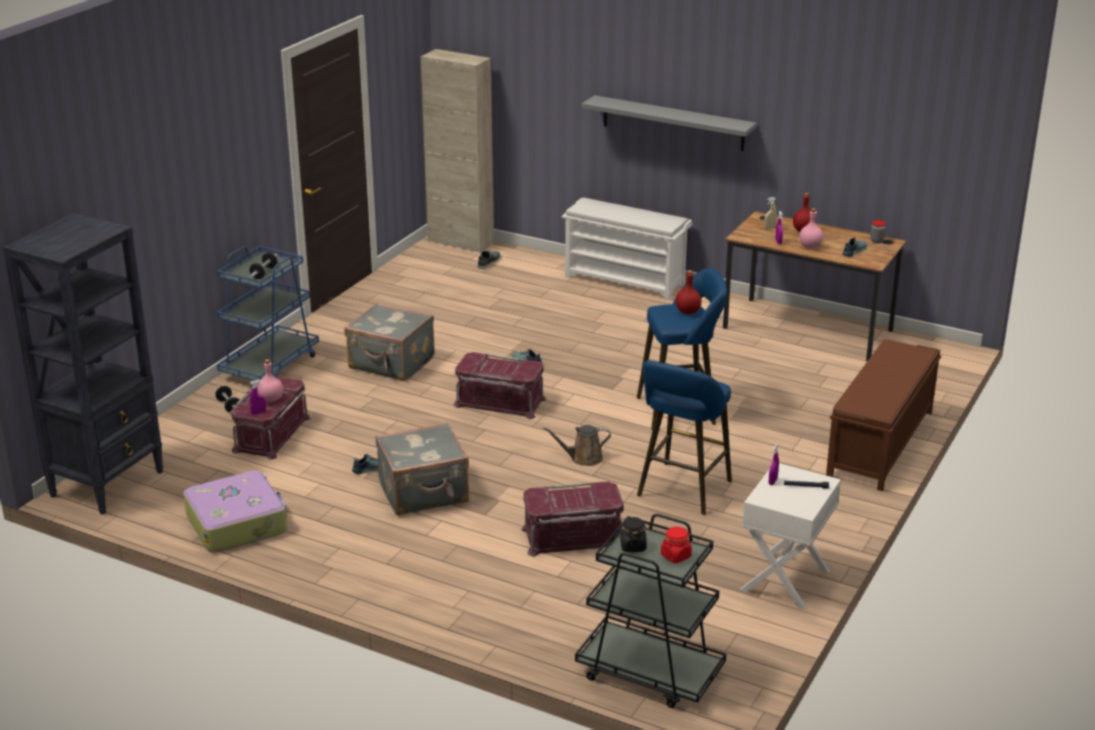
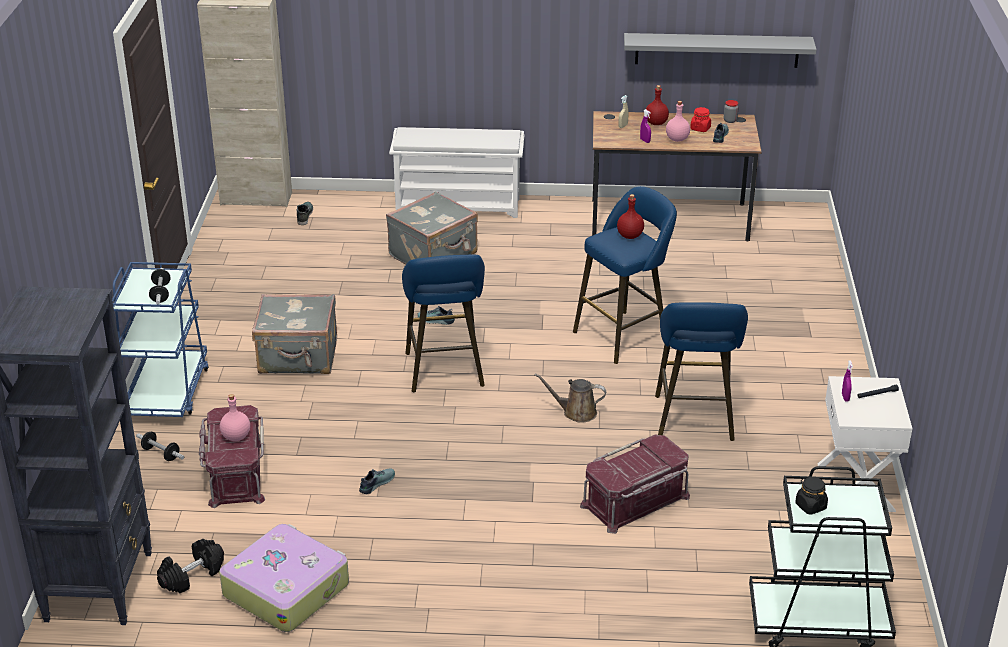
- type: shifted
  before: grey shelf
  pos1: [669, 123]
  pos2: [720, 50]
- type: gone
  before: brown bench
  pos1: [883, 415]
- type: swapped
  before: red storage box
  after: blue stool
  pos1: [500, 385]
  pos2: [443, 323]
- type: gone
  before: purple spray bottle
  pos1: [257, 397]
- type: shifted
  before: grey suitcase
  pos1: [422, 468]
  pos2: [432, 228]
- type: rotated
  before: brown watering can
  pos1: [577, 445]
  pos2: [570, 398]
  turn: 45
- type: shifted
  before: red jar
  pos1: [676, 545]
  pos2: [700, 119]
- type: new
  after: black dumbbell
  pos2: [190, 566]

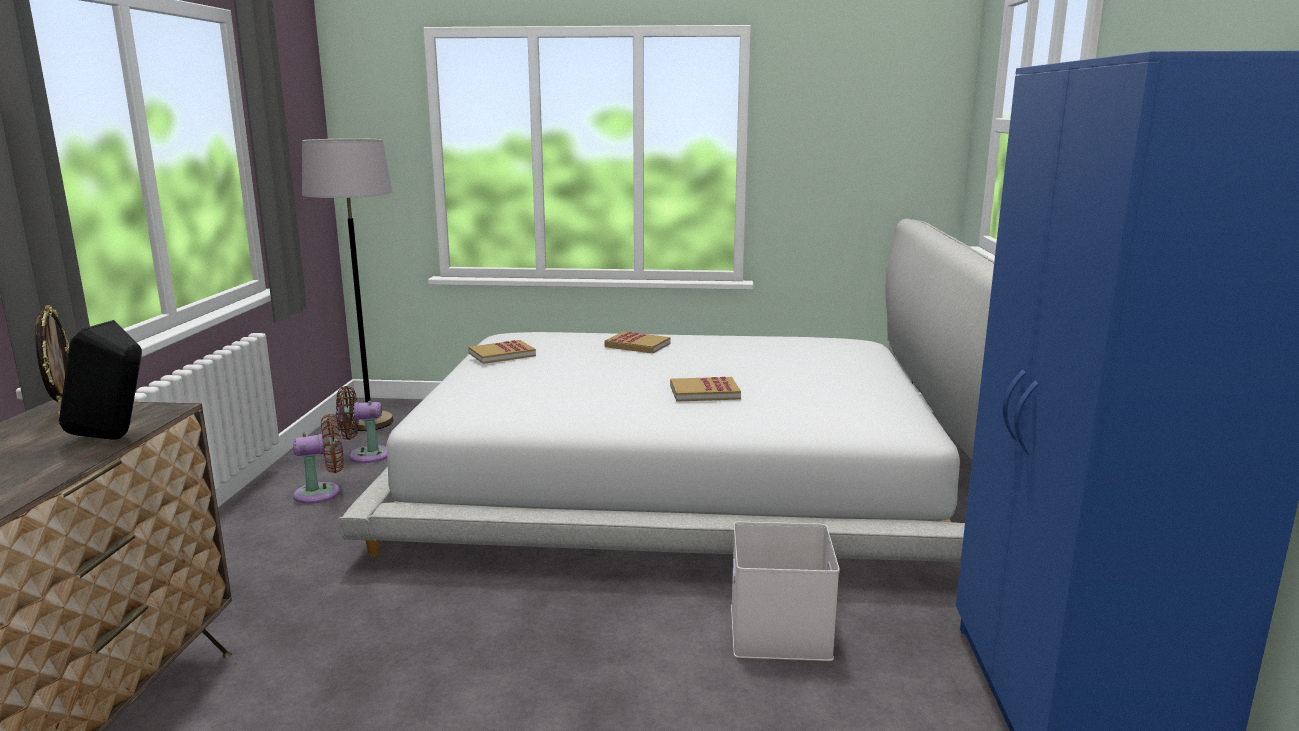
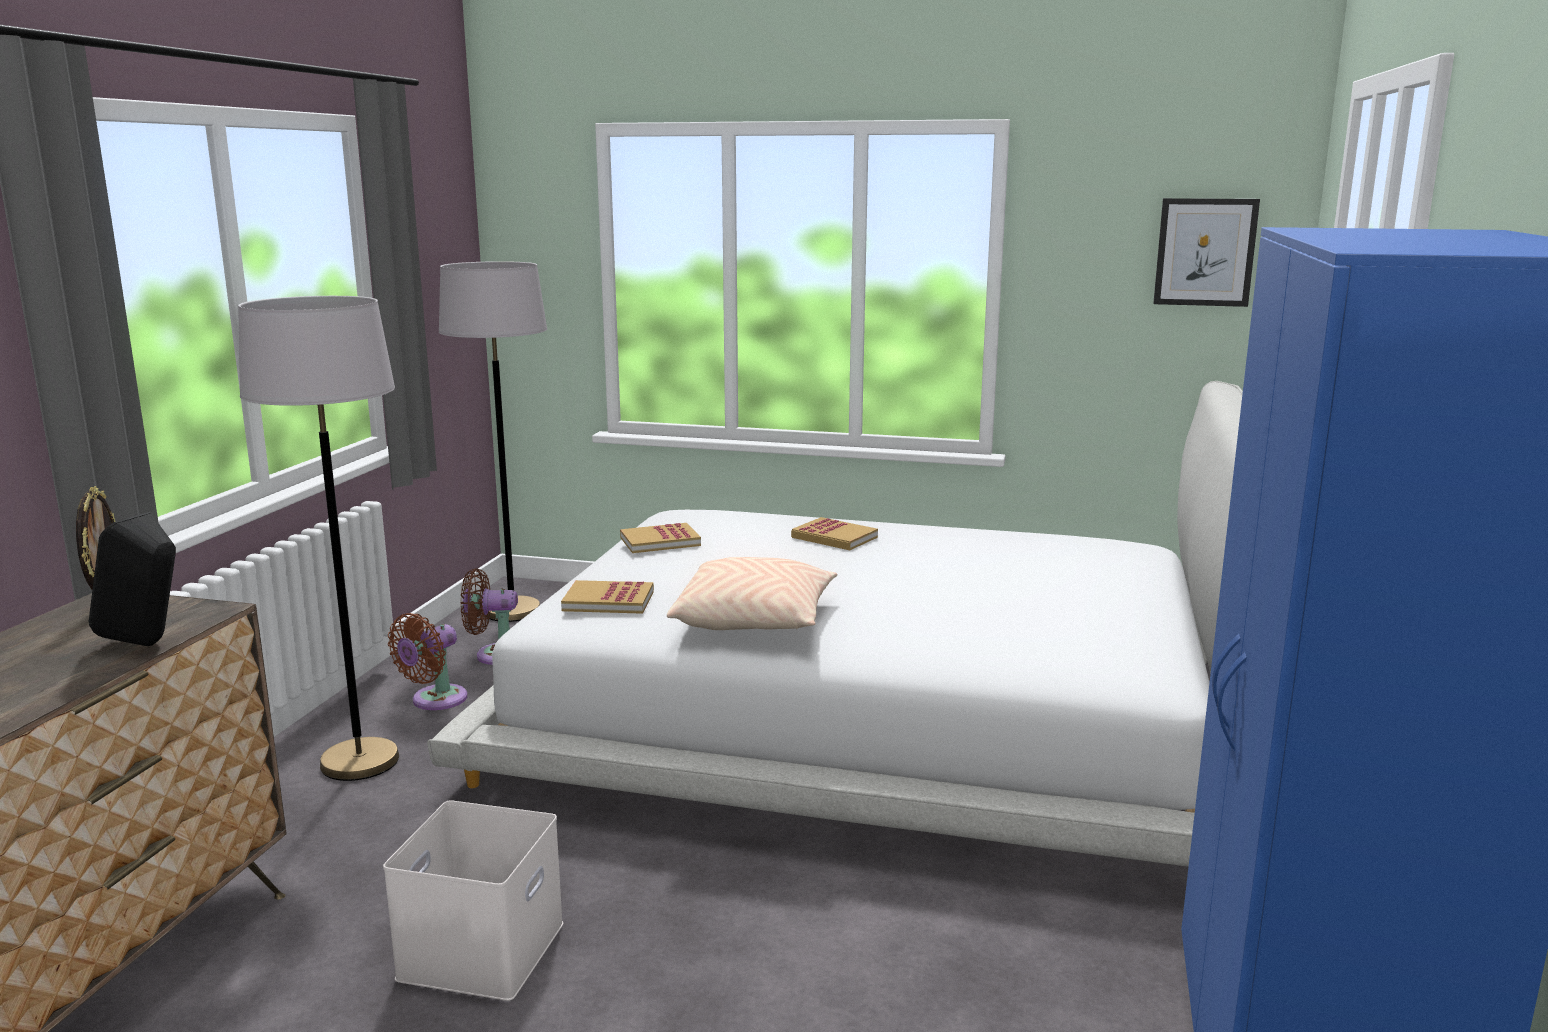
- type: shifted
  before: book
  pos1: [705, 389]
  pos2: [607, 597]
- type: rotated
  before: brown fan
  pos1: [318, 459]
  pos2: [427, 661]
  turn: 135
- type: shifted
  before: white storage box
  pos1: [785, 591]
  pos2: [473, 900]
- type: new
  after: picture
  pos2: [1206, 252]
- type: new
  after: grey floor lamp
  pos2: [318, 538]
- type: new
  after: beige pillow
  pos2: [752, 593]

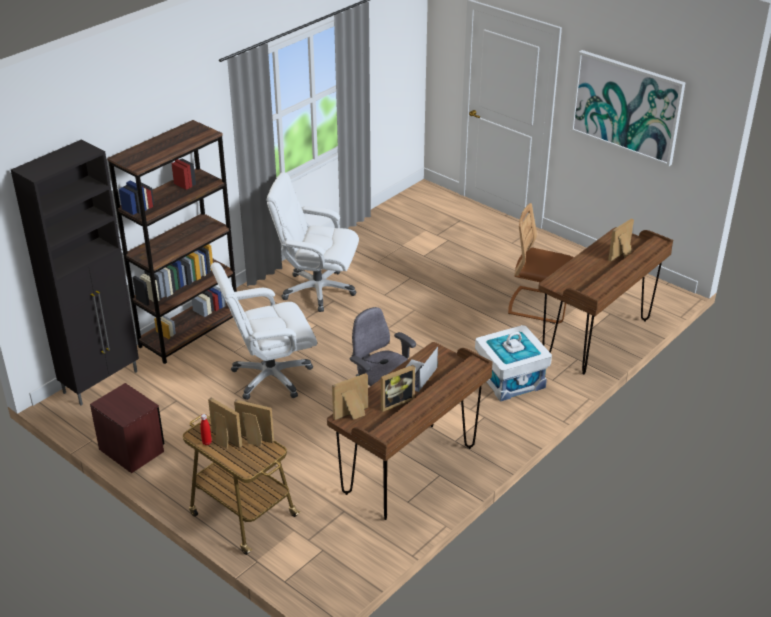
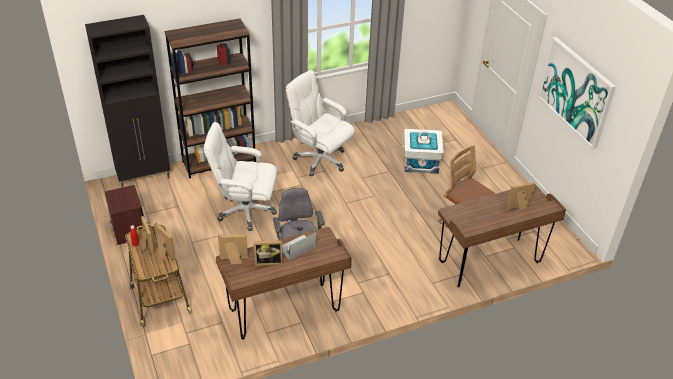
- type: shifted
  before: white storage box
  pos1: [513, 363]
  pos2: [424, 151]

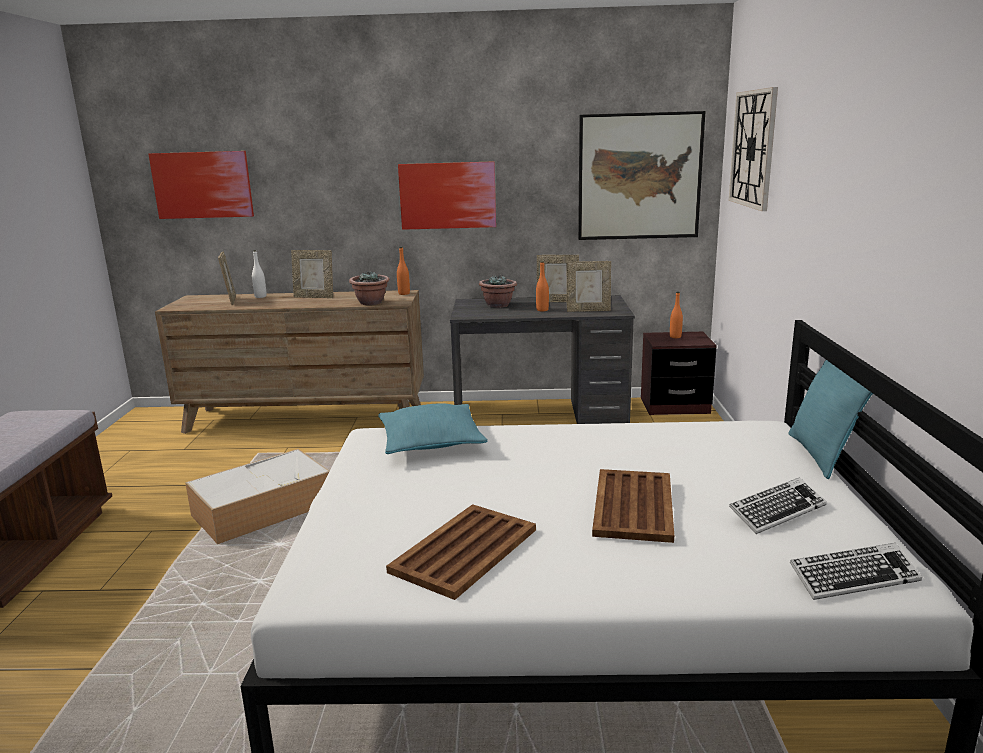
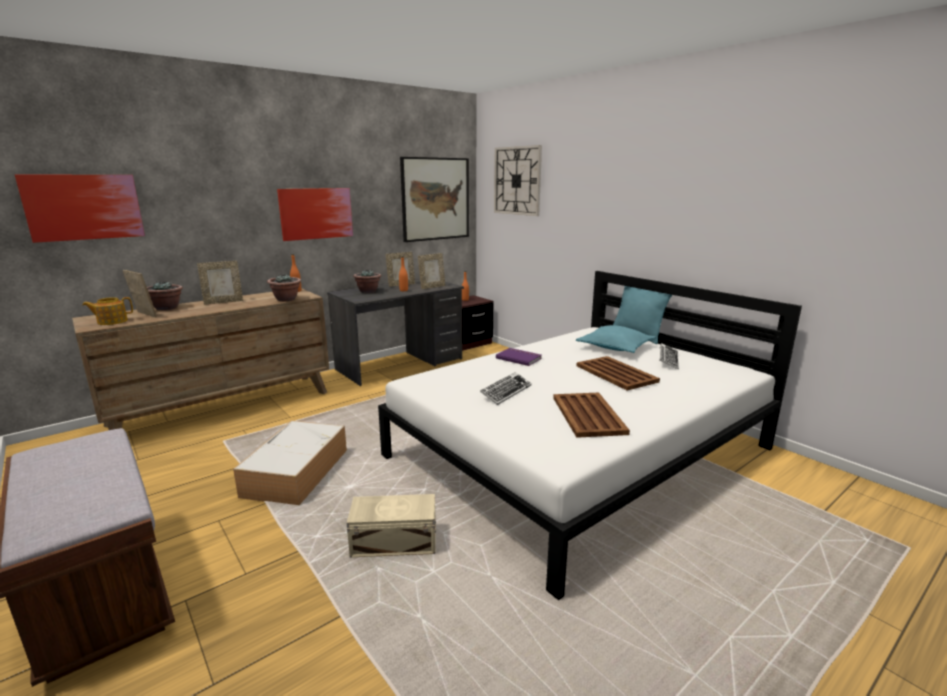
- type: swapped
  before: white bottle
  after: potted plant
  pos1: [259, 274]
  pos2: [165, 295]
- type: shifted
  before: turquoise pillow
  pos1: [433, 428]
  pos2: [616, 339]
- type: shifted
  before: keyboard
  pos1: [856, 571]
  pos2: [506, 388]
- type: new
  after: teapot
  pos2: [108, 311]
- type: new
  after: purple book
  pos2: [519, 357]
- type: new
  after: beige storage box
  pos2: [391, 525]

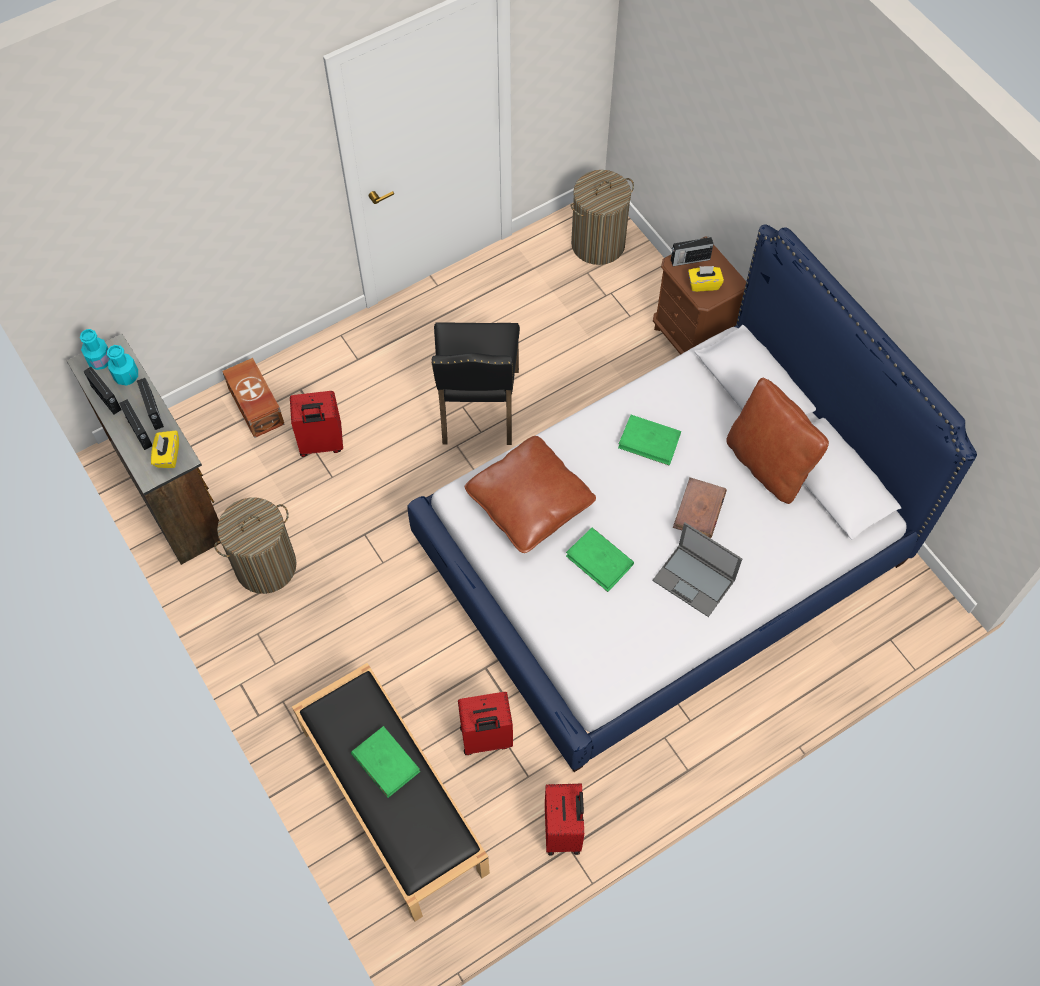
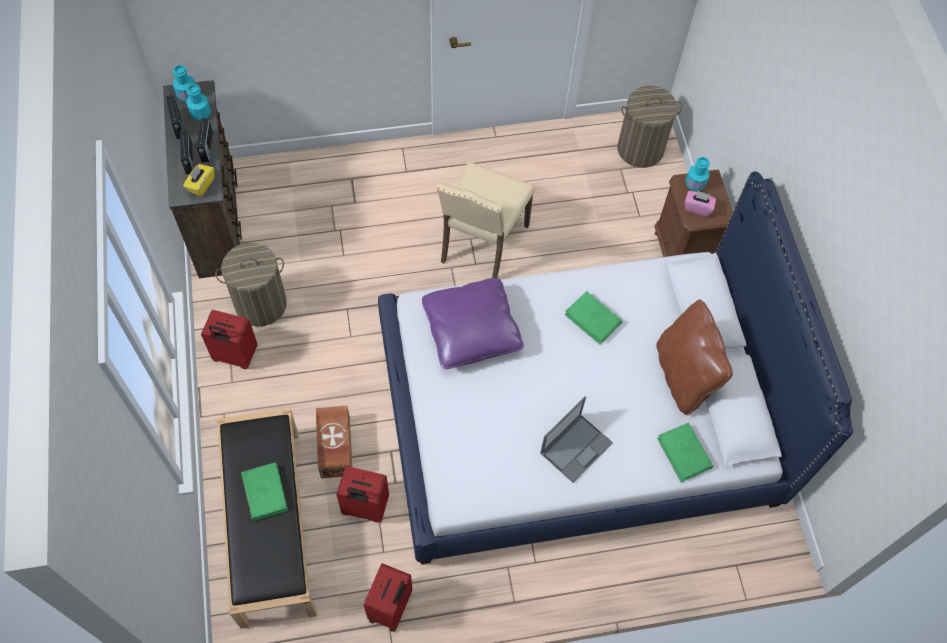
- type: swapped
  before: radio
  after: turquoise bottle
  pos1: [692, 251]
  pos2: [697, 174]
- type: repainted
  before: yellow tissue box
  after: pink tissue box
  pos1: [706, 279]
  pos2: [700, 203]
- type: repainted
  before: black chair
  after: beige chair
  pos1: [475, 383]
  pos2: [485, 220]
- type: shifted
  before: brown storage box
  pos1: [253, 398]
  pos2: [334, 442]
- type: shifted
  before: red suitcase
  pos1: [316, 424]
  pos2: [229, 339]
- type: repainted
  before: brown pillow
  after: purple pillow
  pos1: [530, 494]
  pos2: [473, 323]
- type: gone
  before: brown book
  pos1: [700, 507]
- type: rotated
  before: laptop
  pos1: [697, 570]
  pos2: [576, 440]
  turn: -105
- type: shifted
  before: green book
  pos1: [600, 560]
  pos2: [685, 453]

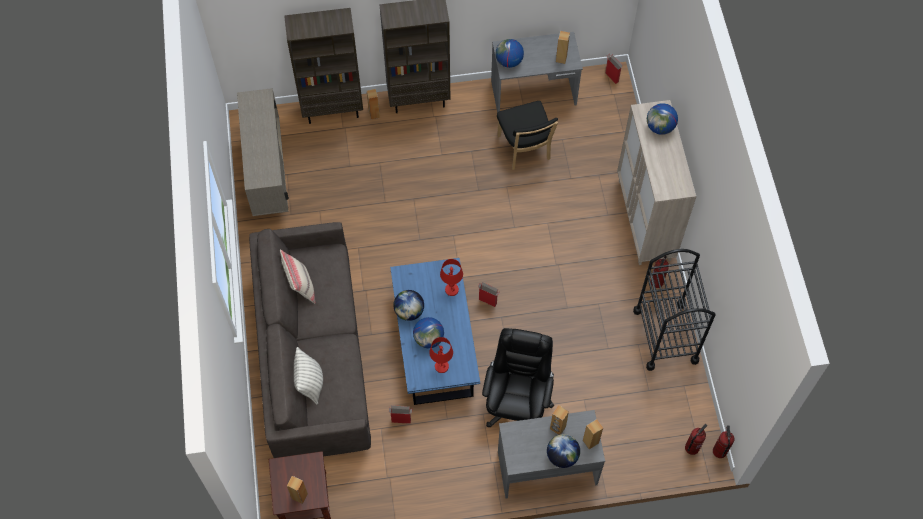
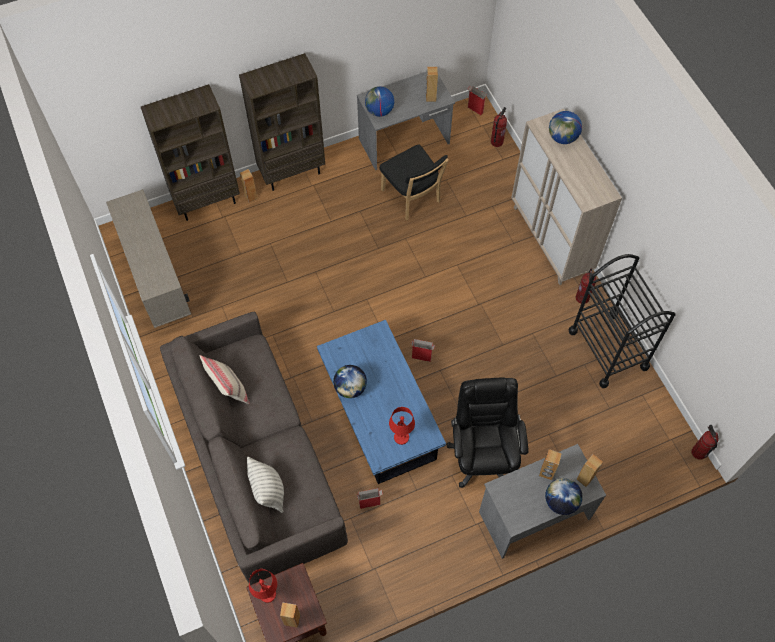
- type: shifted
  before: red table lamp
  pos1: [451, 277]
  pos2: [263, 586]
- type: gone
  before: globe
  pos1: [428, 332]
- type: shifted
  before: fire extinguisher
  pos1: [696, 439]
  pos2: [499, 127]

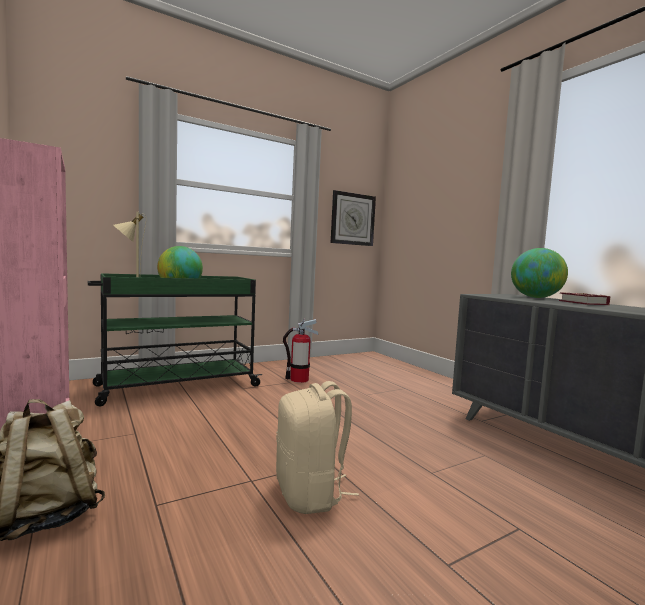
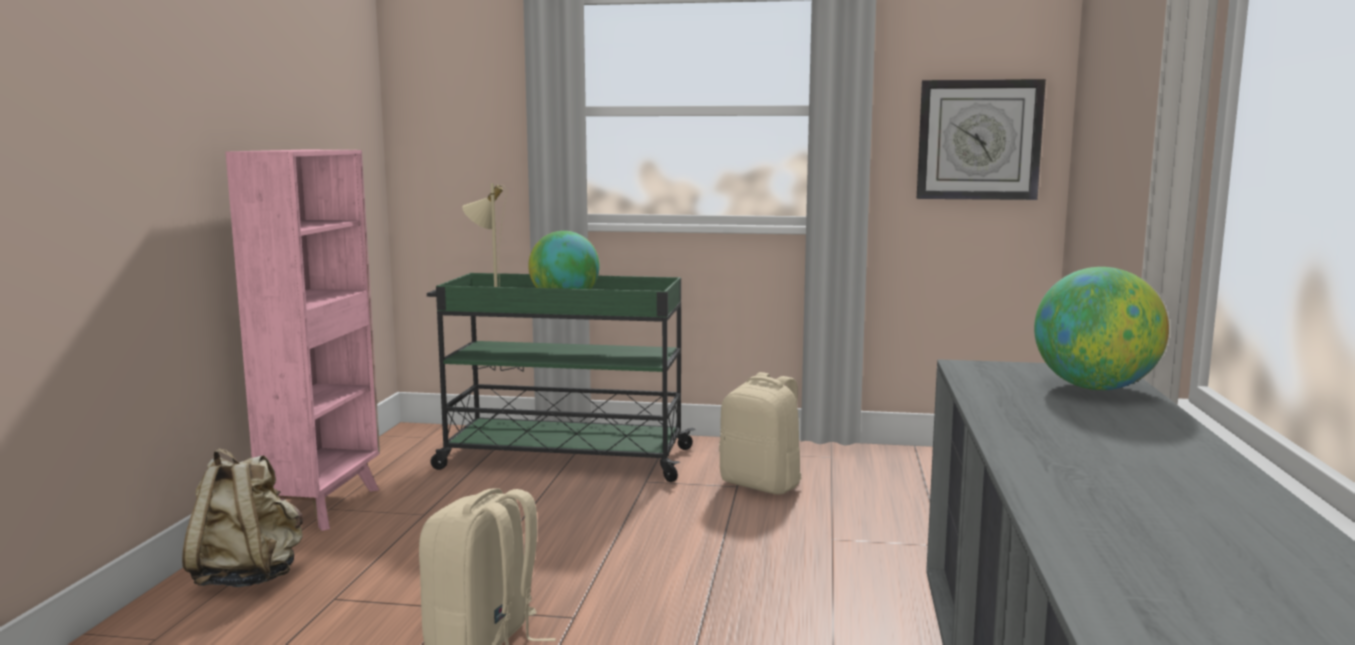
- type: gone
  before: book
  pos1: [585, 298]
- type: swapped
  before: fire extinguisher
  after: beige backpack
  pos1: [300, 351]
  pos2: [760, 433]

